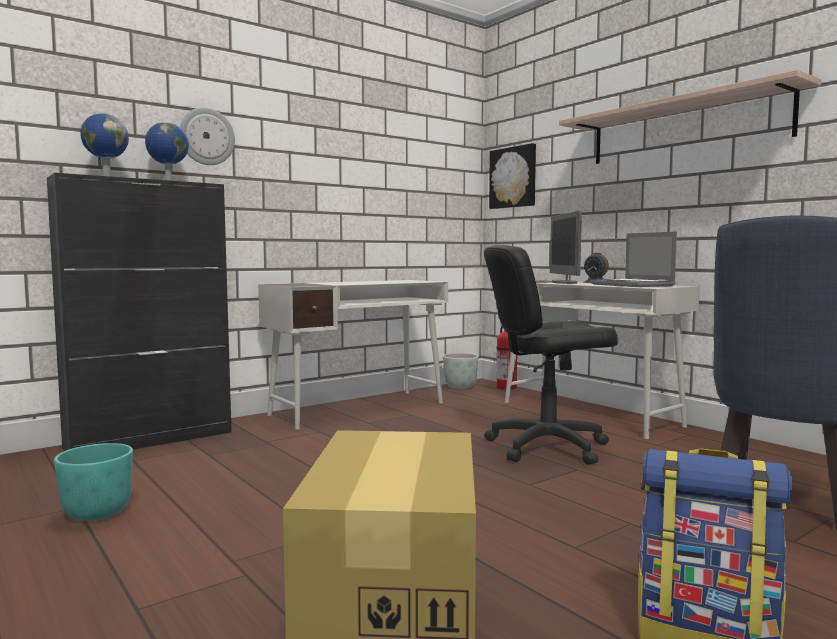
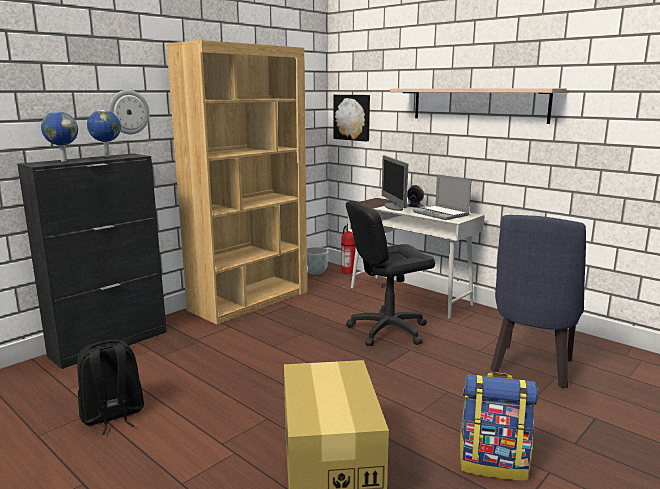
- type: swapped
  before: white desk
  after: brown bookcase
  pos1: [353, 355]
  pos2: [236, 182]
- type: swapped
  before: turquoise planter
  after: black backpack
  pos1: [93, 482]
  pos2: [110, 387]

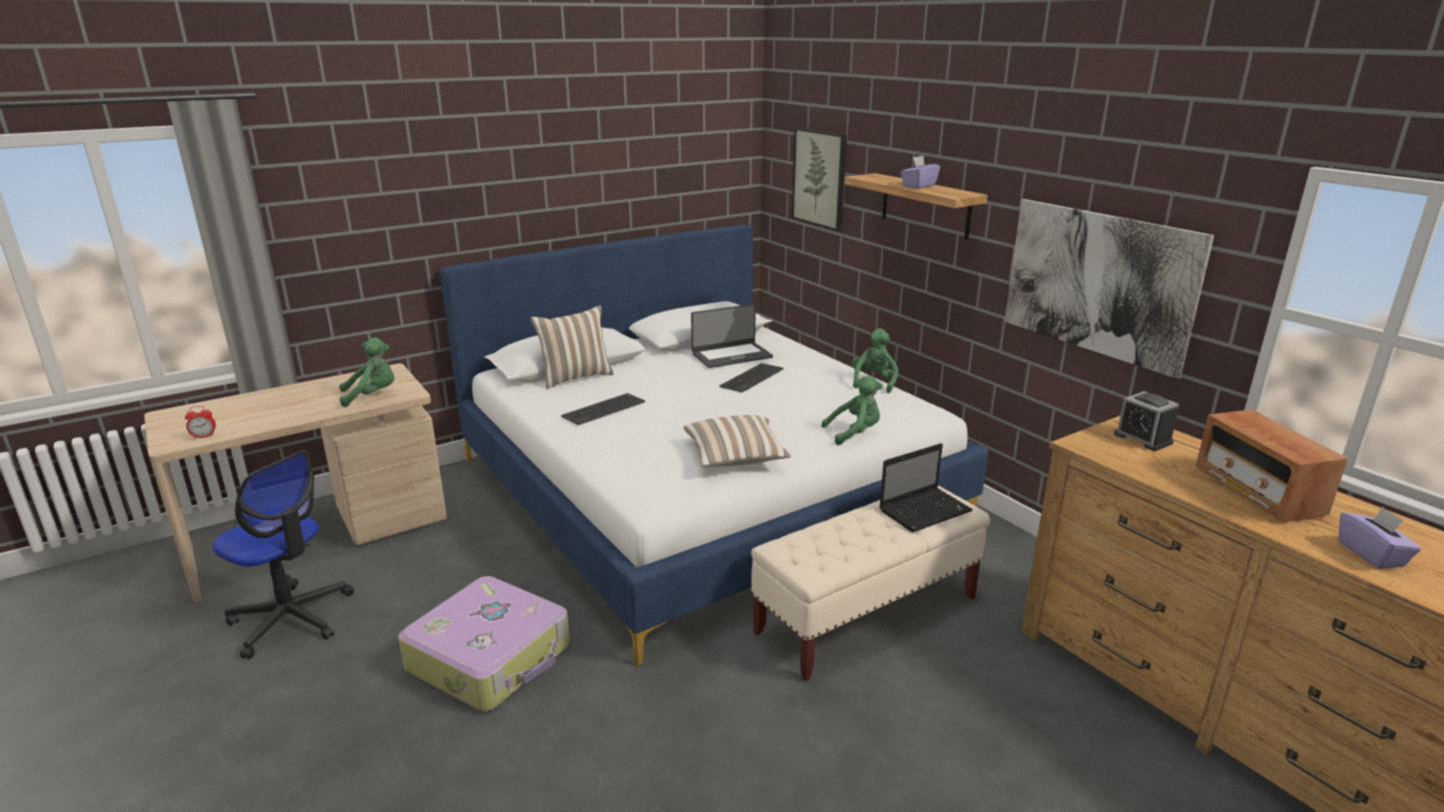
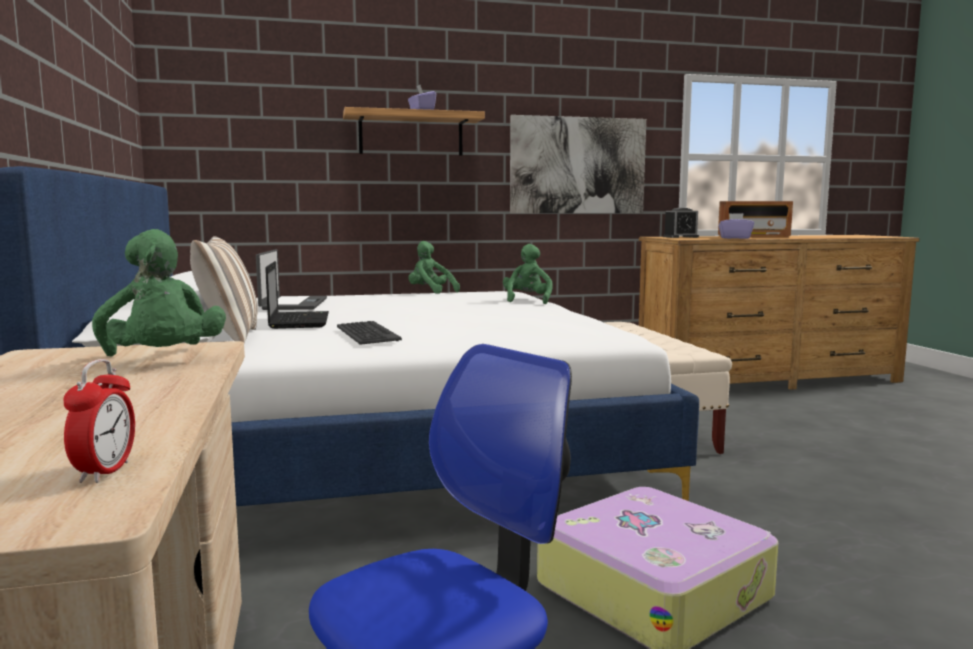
- type: gone
  before: picture
  pos1: [819, 179]
- type: rotated
  before: green plush toy
  pos1: [366, 372]
  pos2: [159, 292]
  turn: 150
- type: gone
  before: keyboard
  pos1: [751, 377]
- type: gone
  before: pillow
  pos1: [737, 441]
- type: shifted
  before: laptop
  pos1: [926, 487]
  pos2: [297, 295]
- type: shifted
  before: purple tissue box
  pos1: [1380, 538]
  pos2: [736, 226]

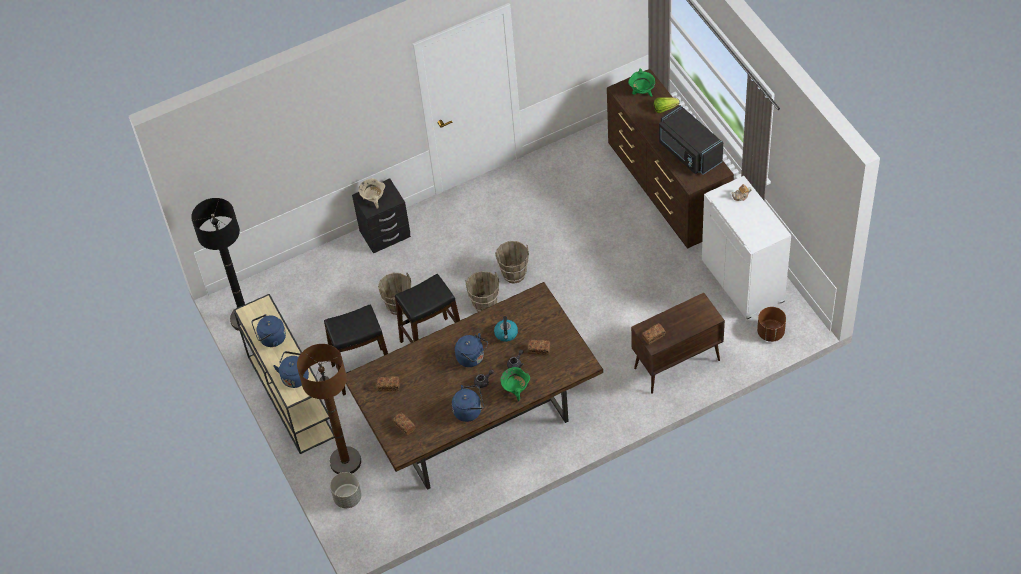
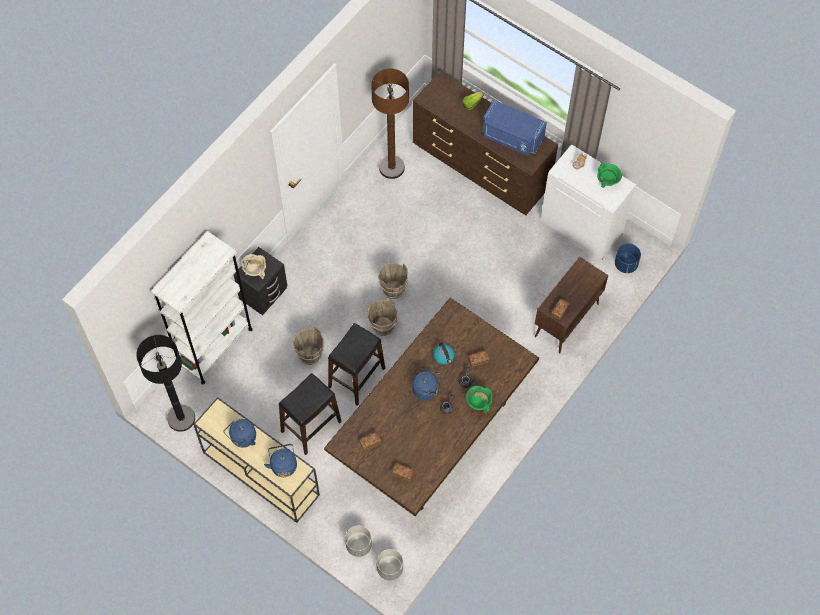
- type: shifted
  before: green cooking pot
  pos1: [641, 82]
  pos2: [609, 175]
- type: repainted
  before: black microwave
  after: blue microwave
  pos1: [691, 140]
  pos2: [515, 128]
- type: repainted
  before: brown planter
  after: blue planter
  pos1: [771, 324]
  pos2: [628, 258]
- type: shifted
  before: brown floor lamp
  pos1: [329, 409]
  pos2: [390, 123]
- type: gone
  before: blue kettle
  pos1: [468, 403]
- type: new
  after: white bookcase
  pos2: [202, 307]
- type: new
  after: grey planter
  pos2: [390, 564]

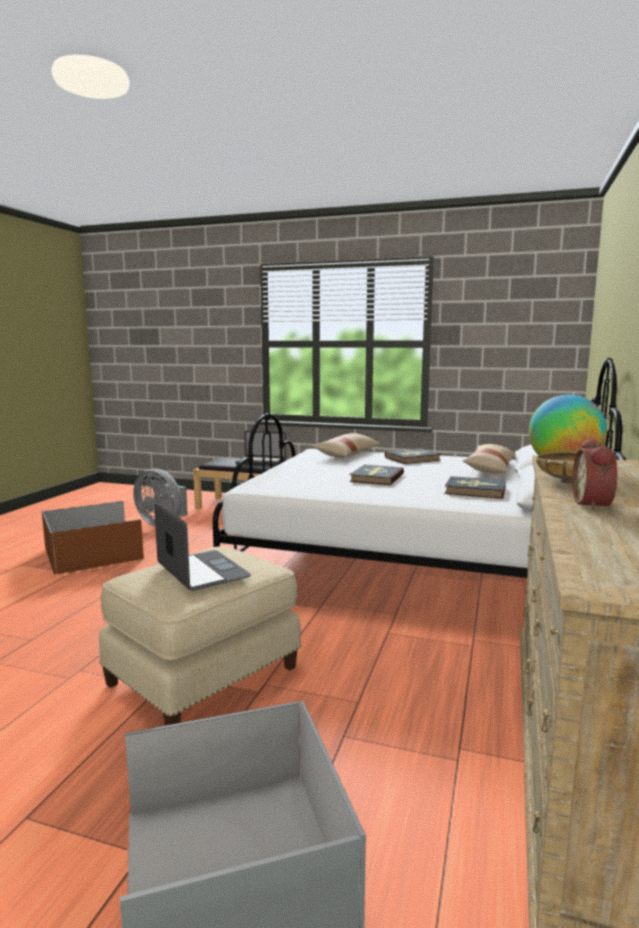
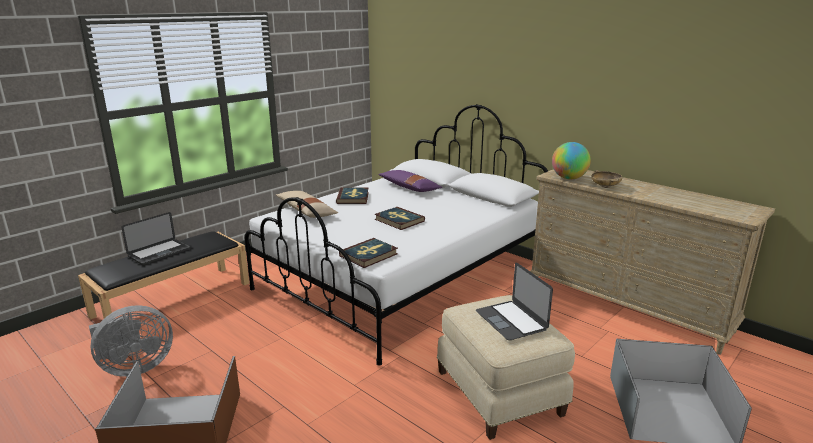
- type: gone
  before: alarm clock
  pos1: [595, 475]
- type: repainted
  before: beige pillow
  after: purple pillow
  pos1: [489, 459]
  pos2: [410, 181]
- type: shifted
  before: book
  pos1: [475, 487]
  pos2: [368, 253]
- type: rotated
  before: laptop
  pos1: [202, 547]
  pos2: [514, 301]
  turn: -105

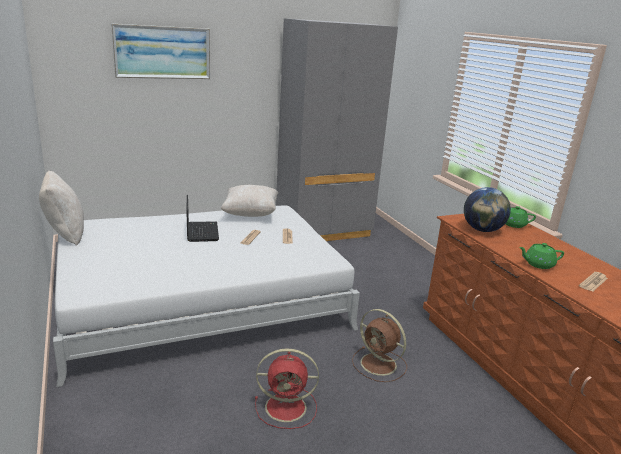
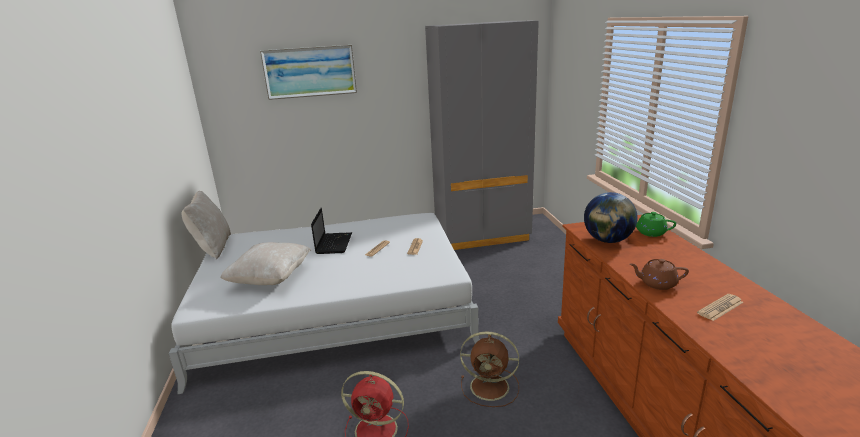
- type: shifted
  before: beige pillow
  pos1: [249, 201]
  pos2: [265, 263]
- type: repainted
  before: green teapot
  after: brown teapot
  pos1: [541, 256]
  pos2: [659, 274]
- type: rotated
  before: brown fan
  pos1: [379, 345]
  pos2: [489, 369]
  turn: -45

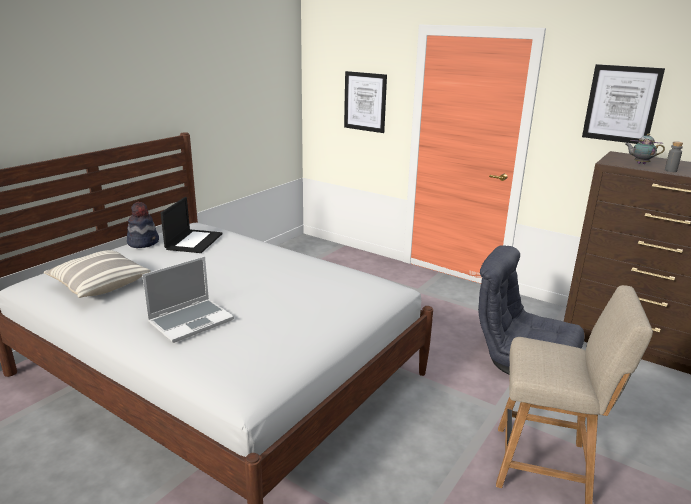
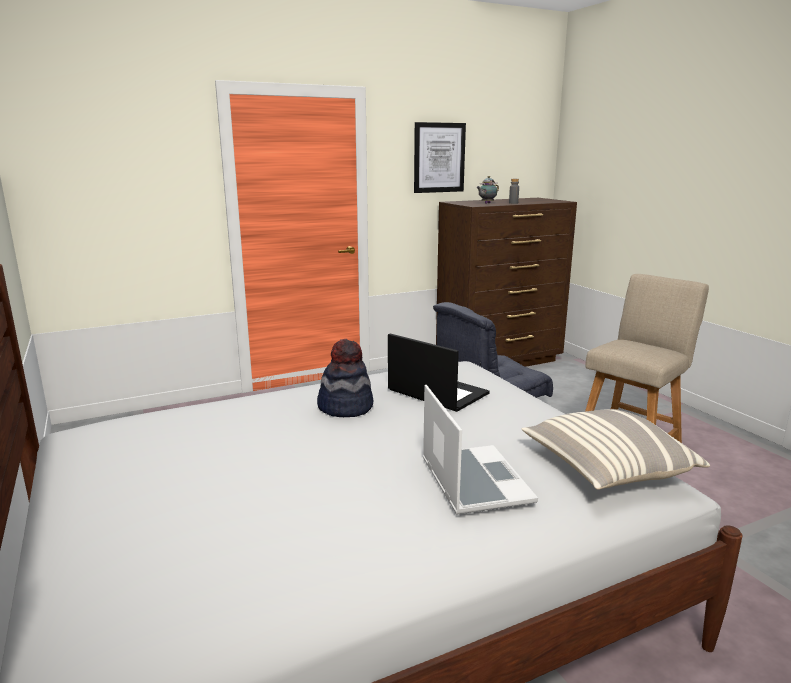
- type: gone
  before: picture
  pos1: [365, 102]
- type: shifted
  before: laptop
  pos1: [191, 225]
  pos2: [439, 372]
- type: shifted
  before: hat
  pos1: [143, 225]
  pos2: [345, 378]
- type: shifted
  before: pillow
  pos1: [97, 274]
  pos2: [615, 449]

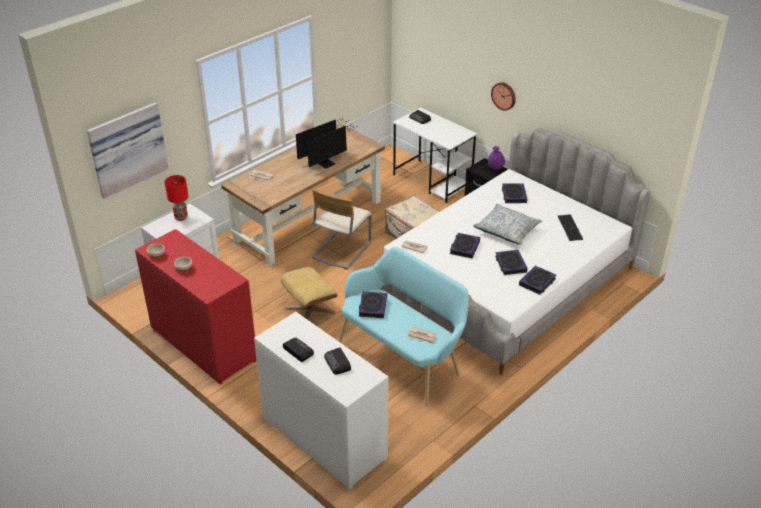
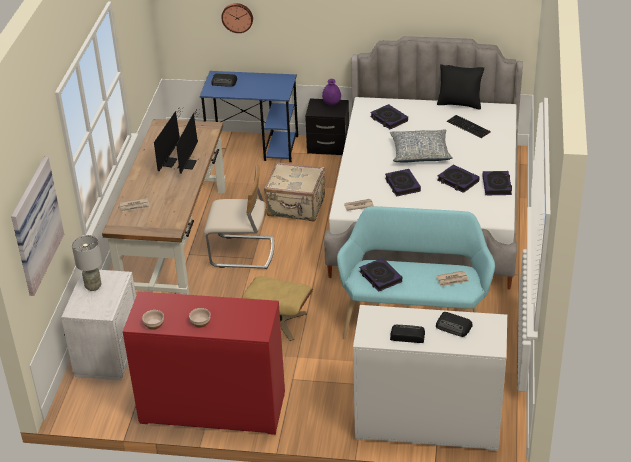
- type: shifted
  before: wall clock
  pos1: [503, 96]
  pos2: [237, 18]
- type: repainted
  before: white desk
  after: blue desk
  pos1: [435, 155]
  pos2: [249, 116]
- type: repainted
  before: red table lamp
  after: grey table lamp
  pos1: [176, 198]
  pos2: [87, 263]
- type: rotated
  before: beige chair
  pos1: [342, 229]
  pos2: [239, 217]
  turn: -75
- type: new
  after: black pillow
  pos2: [460, 86]

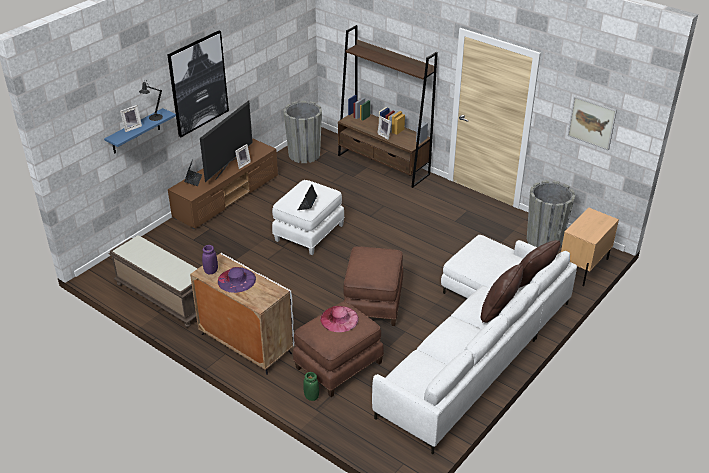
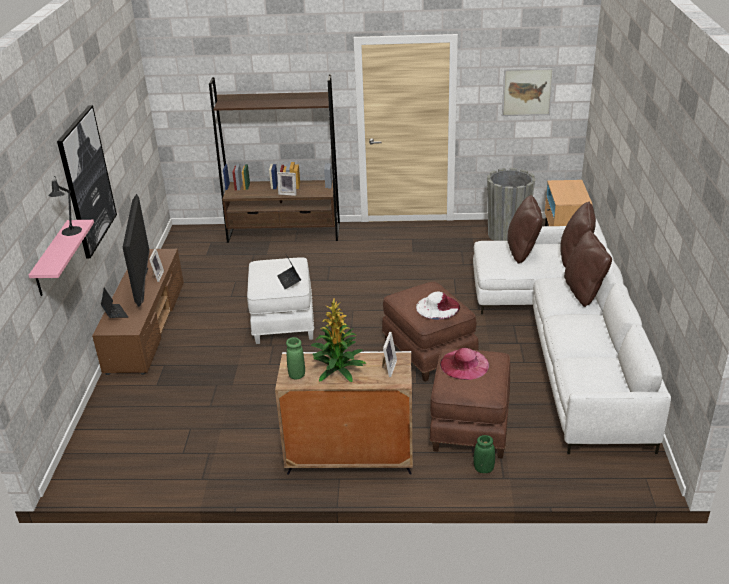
- type: gone
  before: grey planter
  pos1: [302, 132]
- type: shifted
  before: picture frame
  pos1: [131, 118]
  pos2: [389, 354]
- type: repainted
  before: blue shelf
  after: pink shelf
  pos1: [140, 131]
  pos2: [61, 258]
- type: gone
  before: brown bench
  pos1: [152, 281]
- type: repainted
  before: purple vase
  after: green vase
  pos1: [210, 259]
  pos2: [295, 358]
- type: swapped
  before: purple hat
  after: potted plant
  pos1: [237, 280]
  pos2: [338, 339]
- type: new
  after: brown pillow
  pos2: [525, 229]
- type: new
  after: white hat
  pos2: [438, 306]

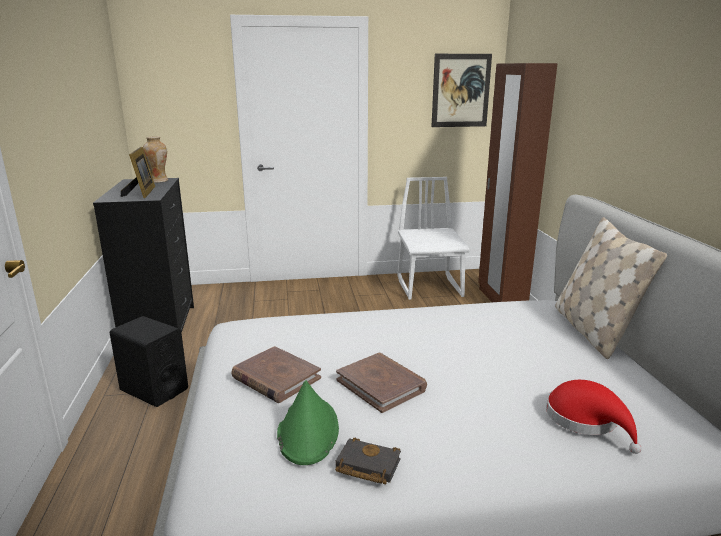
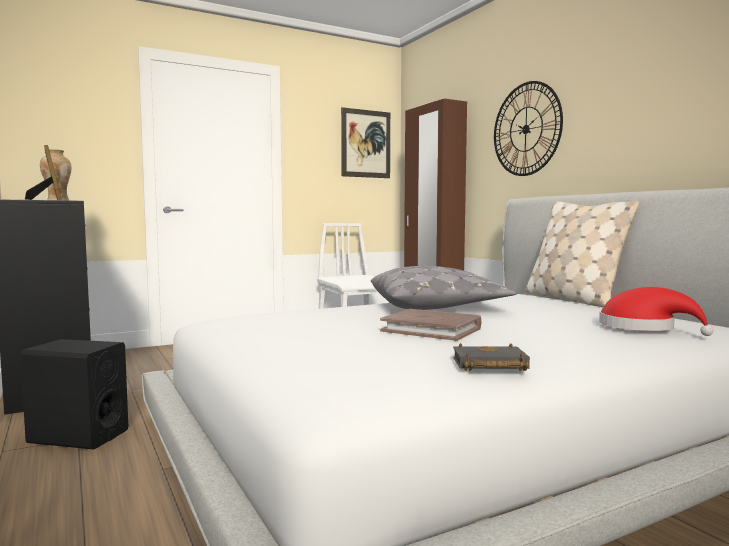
- type: gone
  before: brown book
  pos1: [276, 374]
- type: gone
  before: green hat
  pos1: [308, 422]
- type: new
  after: wall clock
  pos2: [528, 128]
- type: new
  after: grey pillow
  pos2: [444, 288]

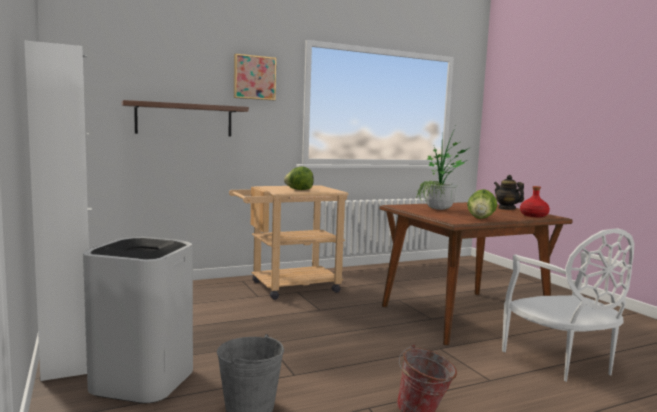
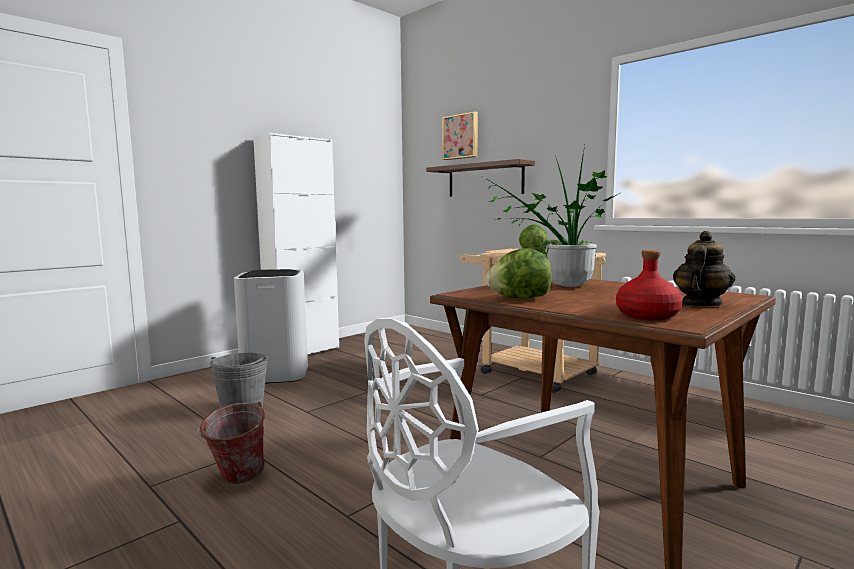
- type: shifted
  before: picture
  pos1: [255, 77]
  pos2: [460, 135]

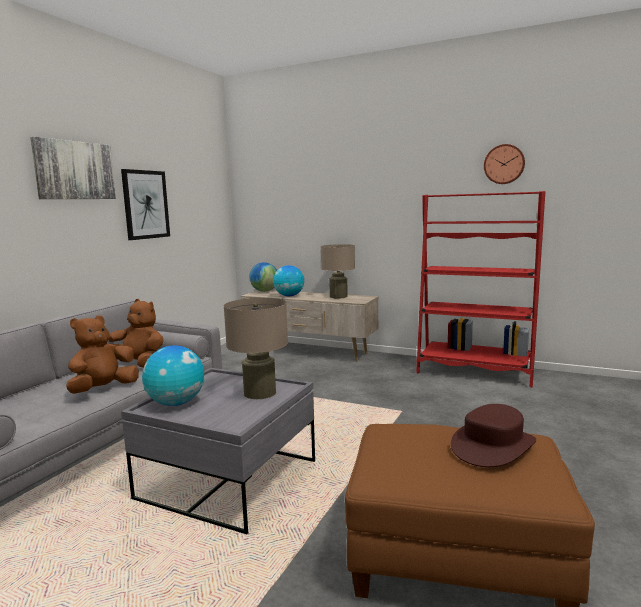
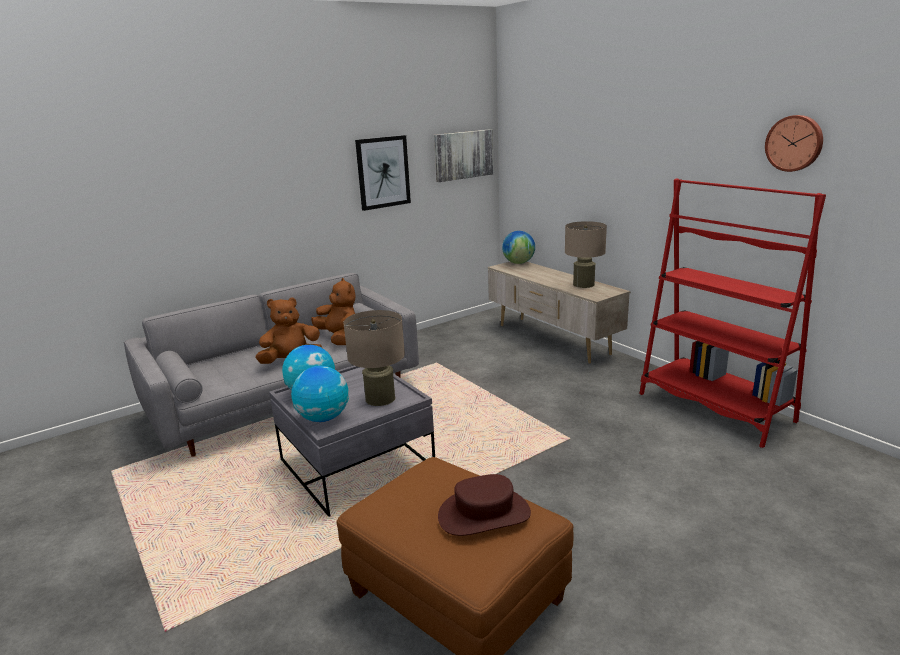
- type: shifted
  before: picture
  pos1: [73, 168]
  pos2: [463, 155]
- type: shifted
  before: globe
  pos1: [288, 280]
  pos2: [320, 394]

